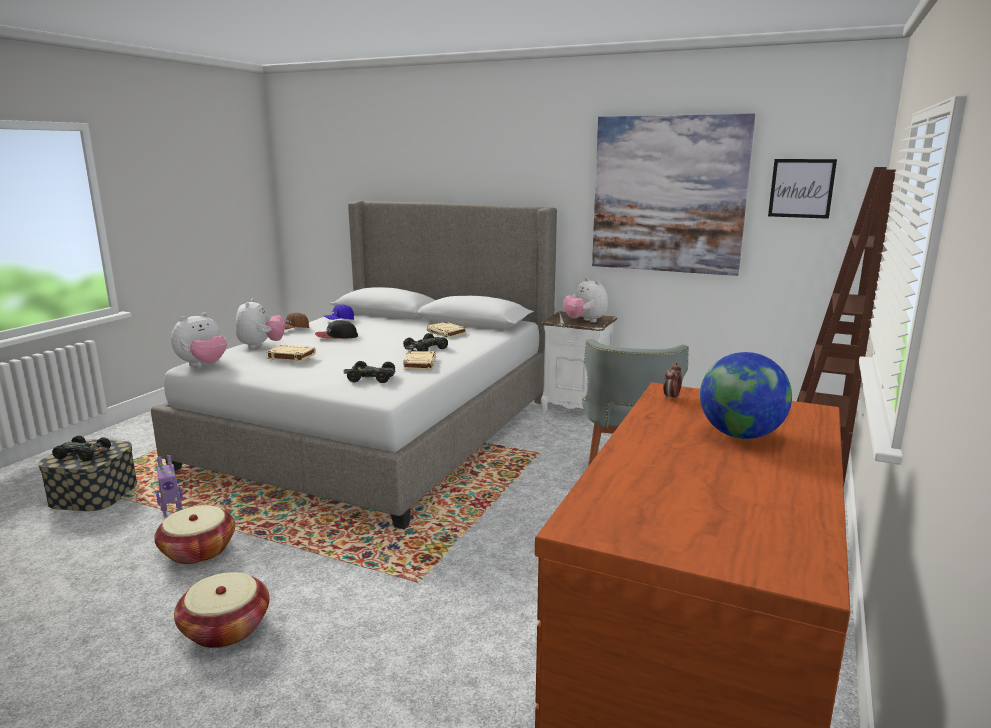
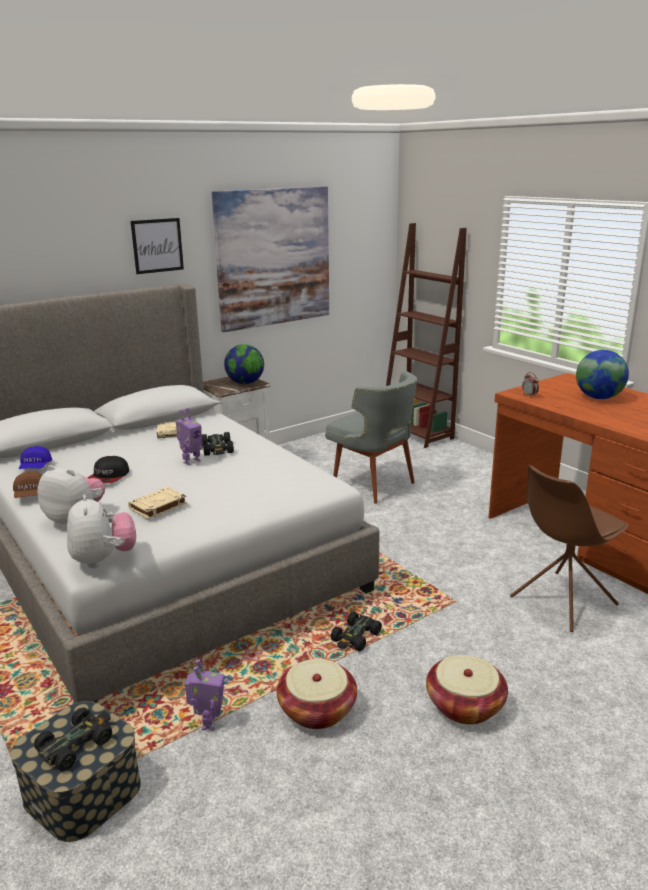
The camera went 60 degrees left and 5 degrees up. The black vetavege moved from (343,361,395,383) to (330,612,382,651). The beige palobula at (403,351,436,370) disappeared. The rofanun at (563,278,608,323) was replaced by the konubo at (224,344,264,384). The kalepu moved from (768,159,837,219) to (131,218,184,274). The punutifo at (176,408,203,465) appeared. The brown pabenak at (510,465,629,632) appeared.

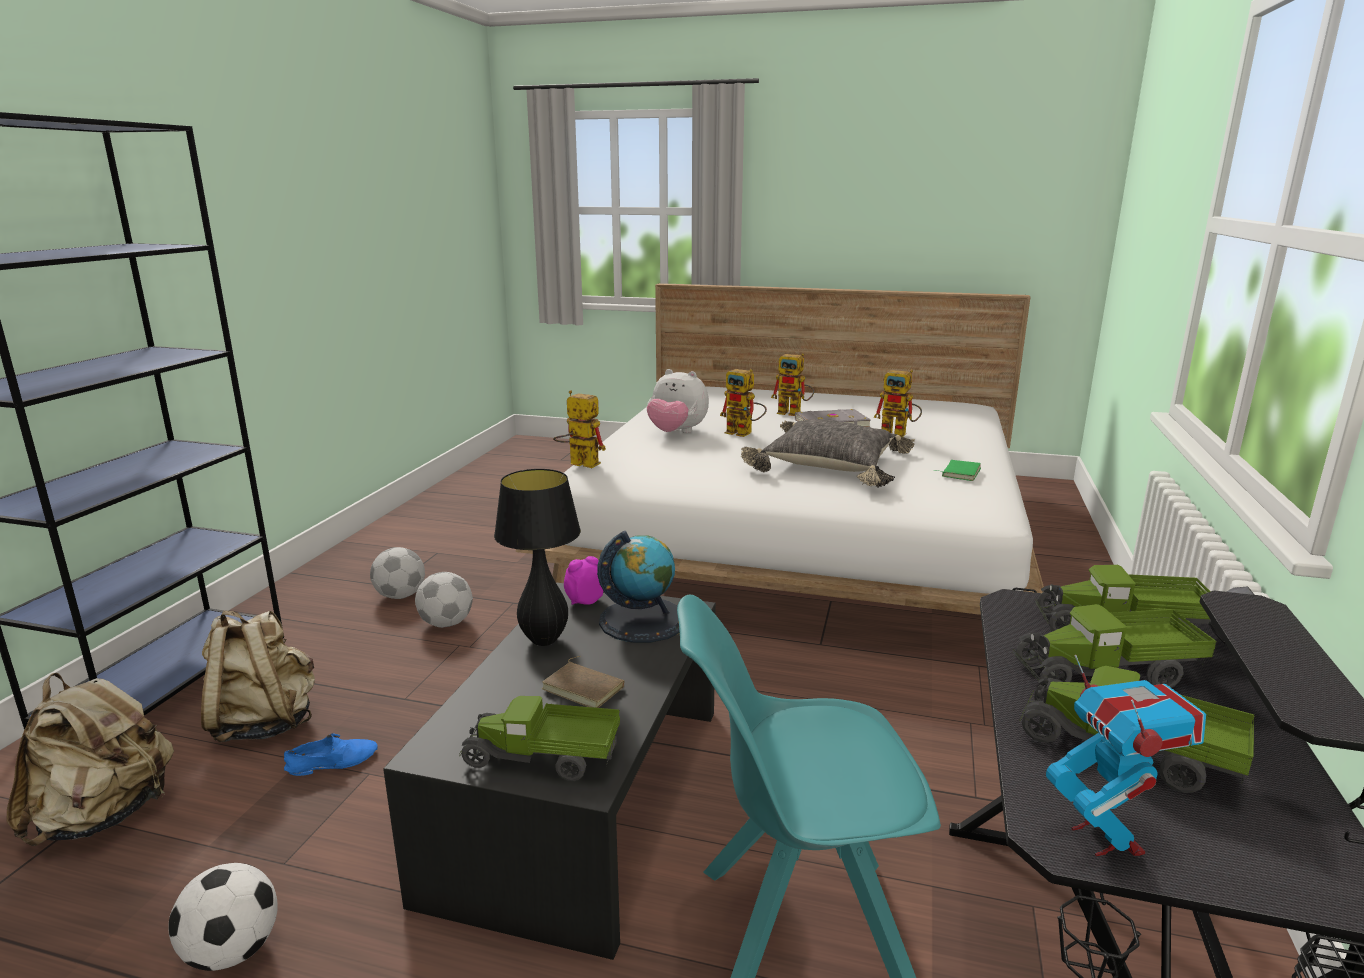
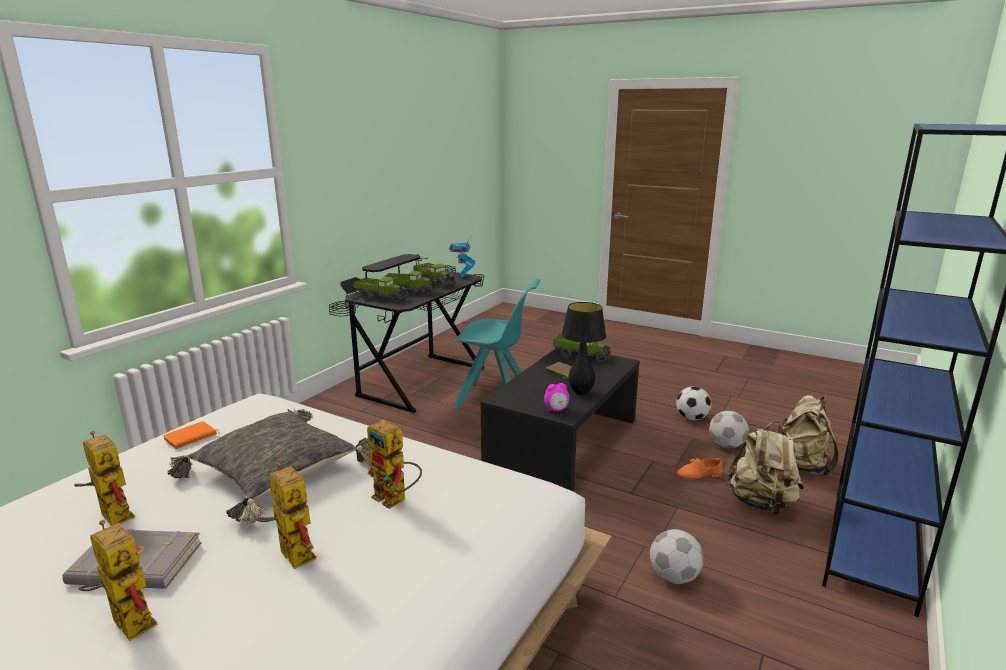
The camera went 165 degrees left and 0 degrees up. The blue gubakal at (284,733,378,776) became the orange gubakal at (677,458,723,480). The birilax moved from (370,547,425,599) to (709,411,749,448). The punutifo moved from (553,390,606,468) to (367,419,422,509). The konubo at (597,531,680,643) disappeared. The rofanun at (647,369,709,433) disappeared. The green palobula at (934,460,981,481) became the orange palobula at (163,421,220,449).

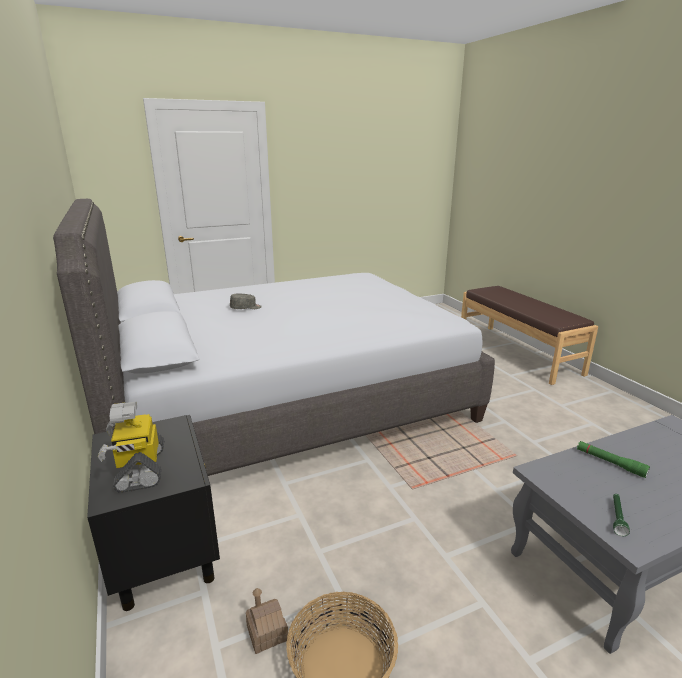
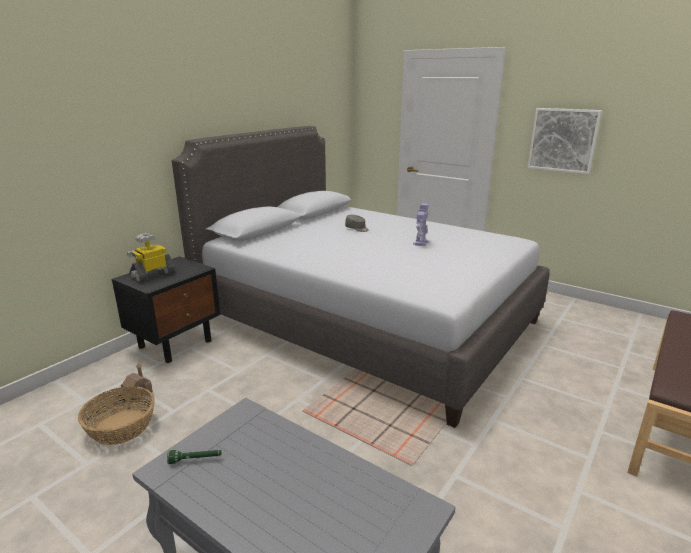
The camera went 60 degrees right and 0 degrees up. The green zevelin at (577,441,650,478) disappeared. The punutifo at (413,203,429,246) appeared. The kalepu at (528,108,602,174) appeared.

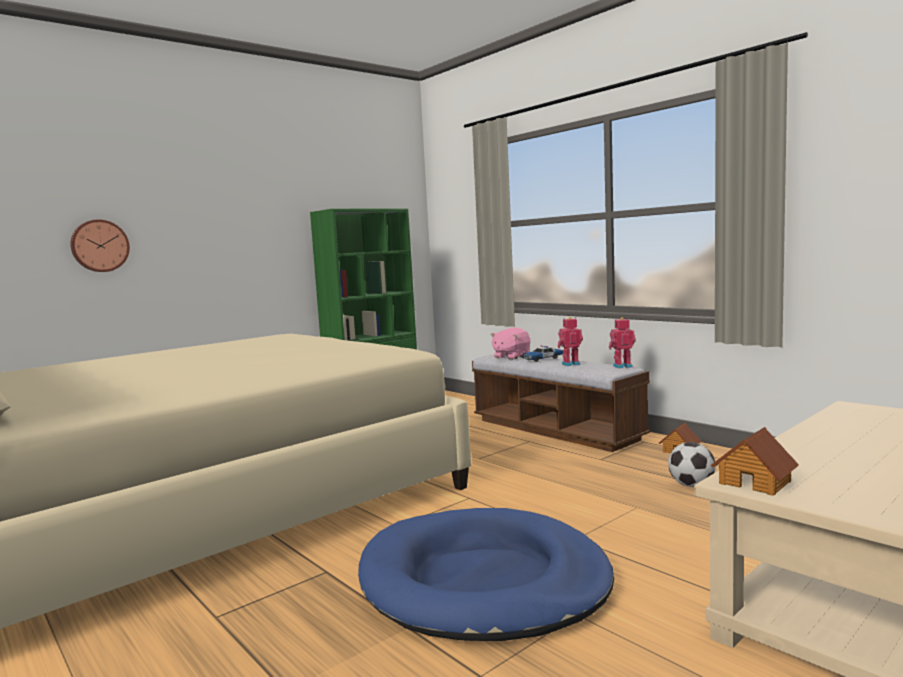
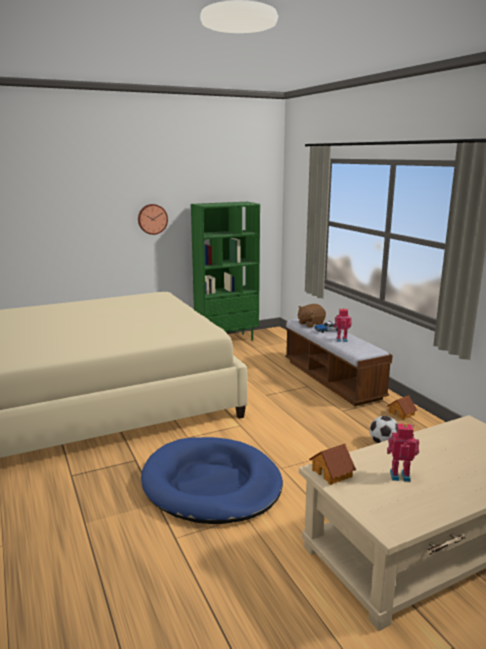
The camera went 15 degrees right and 10 degrees up. The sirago moved from (70,219,130,272) to (138,204,168,235). The pink rofanun at (490,327,530,360) became the brown rofanun at (298,304,326,327). The punutifo moved from (609,317,636,368) to (387,423,419,482).

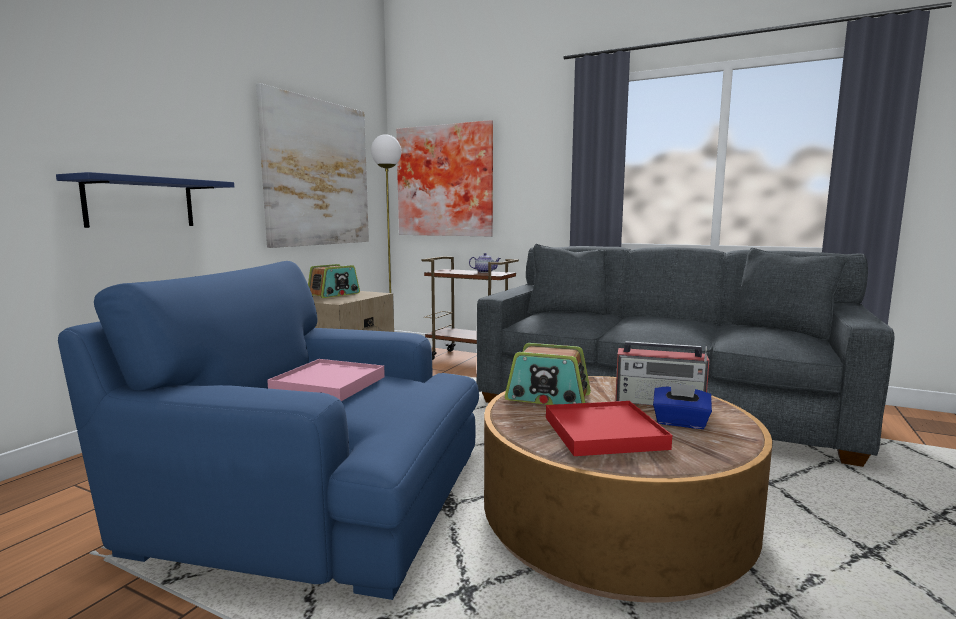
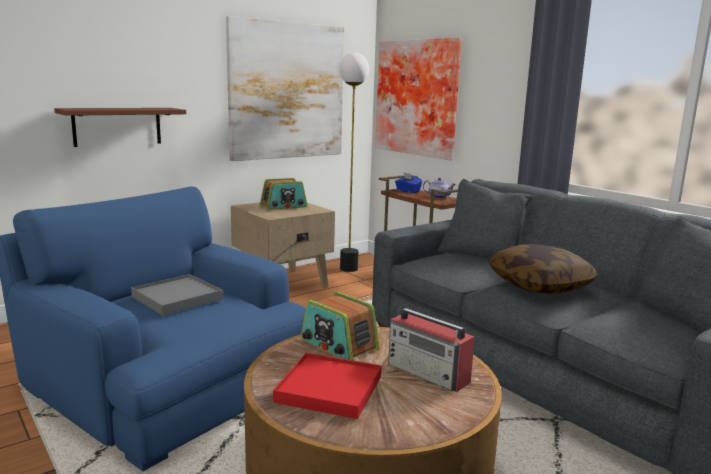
The camera went 25 degrees right and 5 degrees up. The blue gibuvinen at (56,172,234,228) became the brown gibuvinen at (55,108,186,147). The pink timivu at (267,359,385,401) became the grey timivu at (131,274,223,316). The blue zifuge moved from (653,383,712,429) to (395,173,422,193). The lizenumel at (488,244,598,294) appeared.

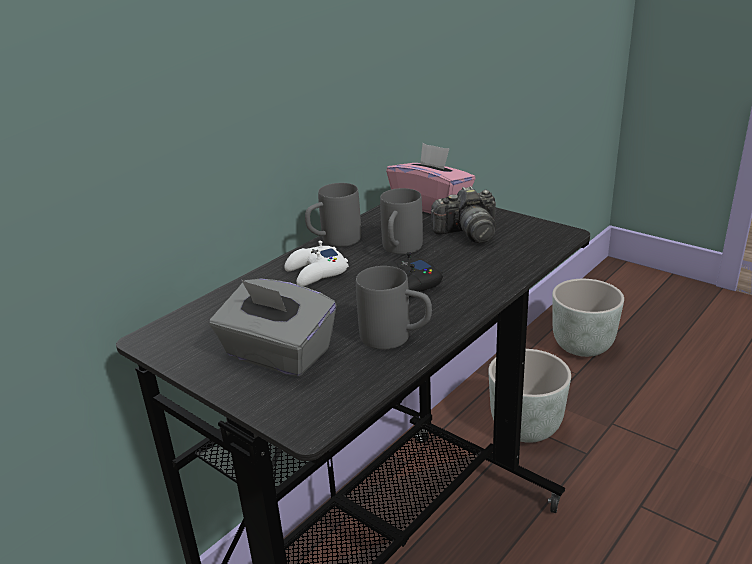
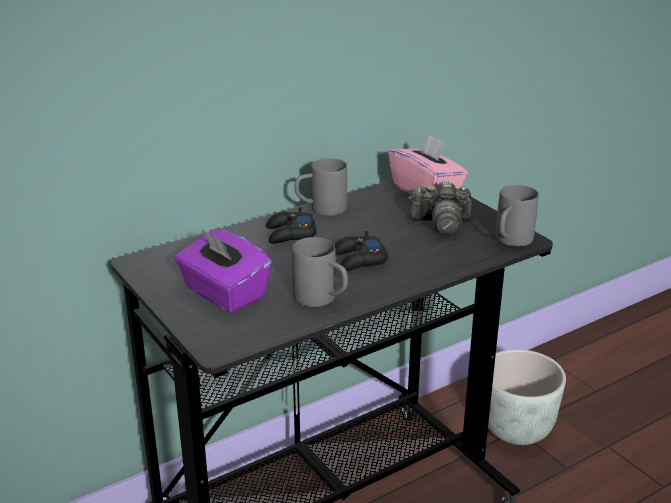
The camera went 15 degrees right and 0 degrees up. The grey zifuge at (210,278,336,377) became the purple zifuge at (175,229,272,313). The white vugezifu at (284,241,349,286) became the black vugezifu at (266,207,317,244). The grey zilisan moved from (380,188,423,254) to (496,185,539,247). The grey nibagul at (552,279,624,357) disappeared.

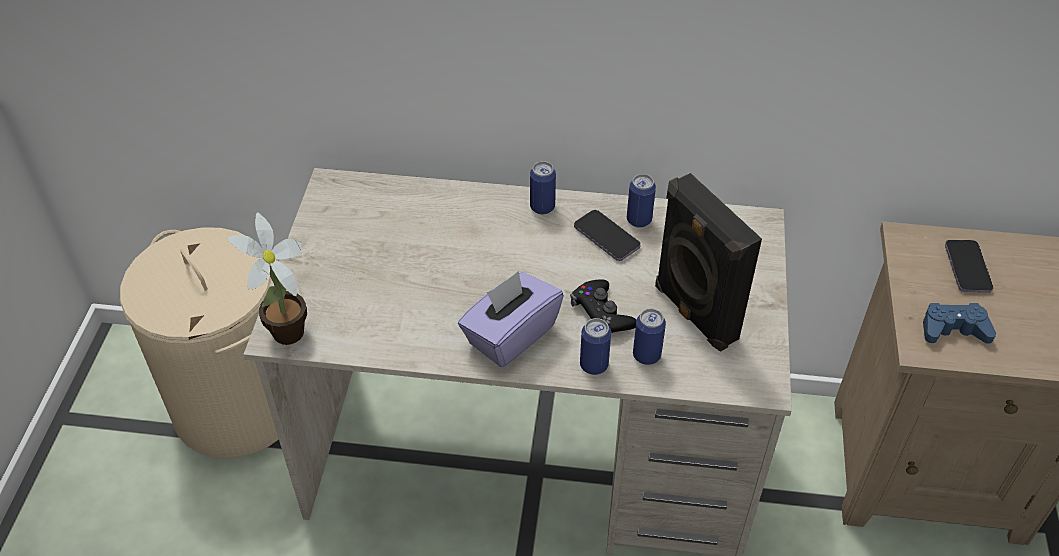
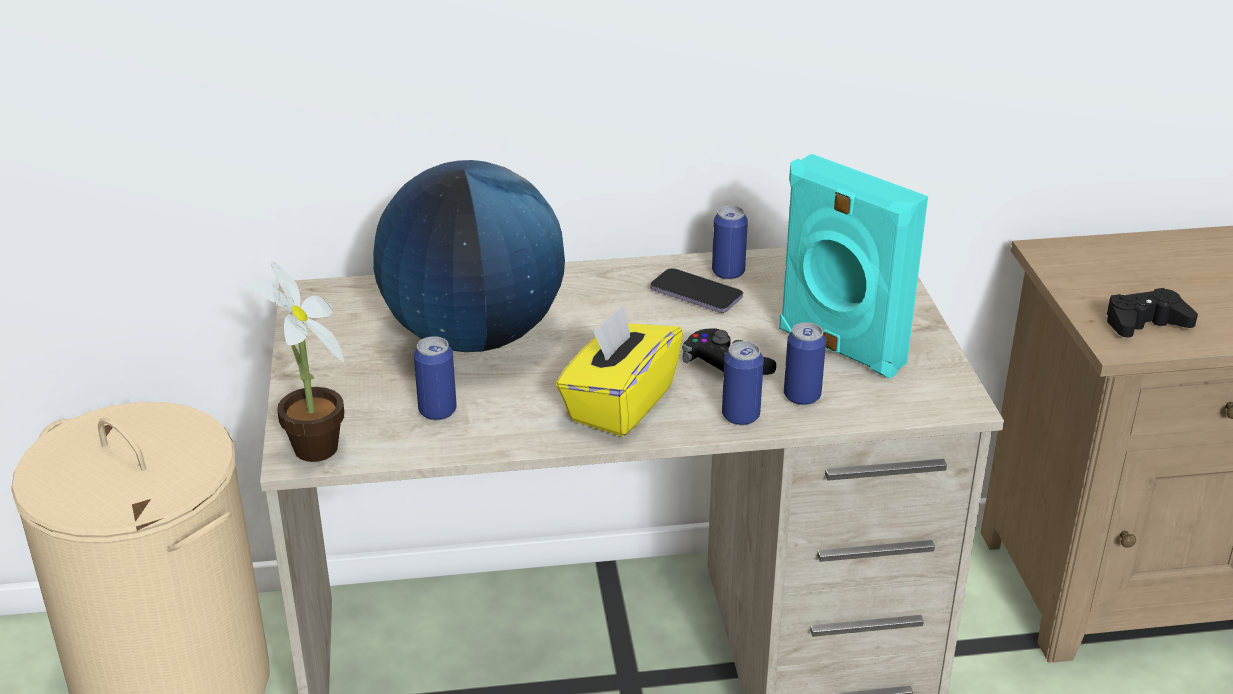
The camera went 15 degrees left and 15 degrees down. The purple zifuge at (458,271,564,367) became the yellow zifuge at (556,305,683,437). The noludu moved from (530,161,556,214) to (414,336,457,420). The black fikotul at (655,173,762,352) became the turquoise fikotul at (779,154,928,379). The blue vugezifu at (923,303,996,344) became the black vugezifu at (1107,288,1198,337). The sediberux at (945,240,993,293) disappeared. The konubo at (373,160,565,352) appeared.

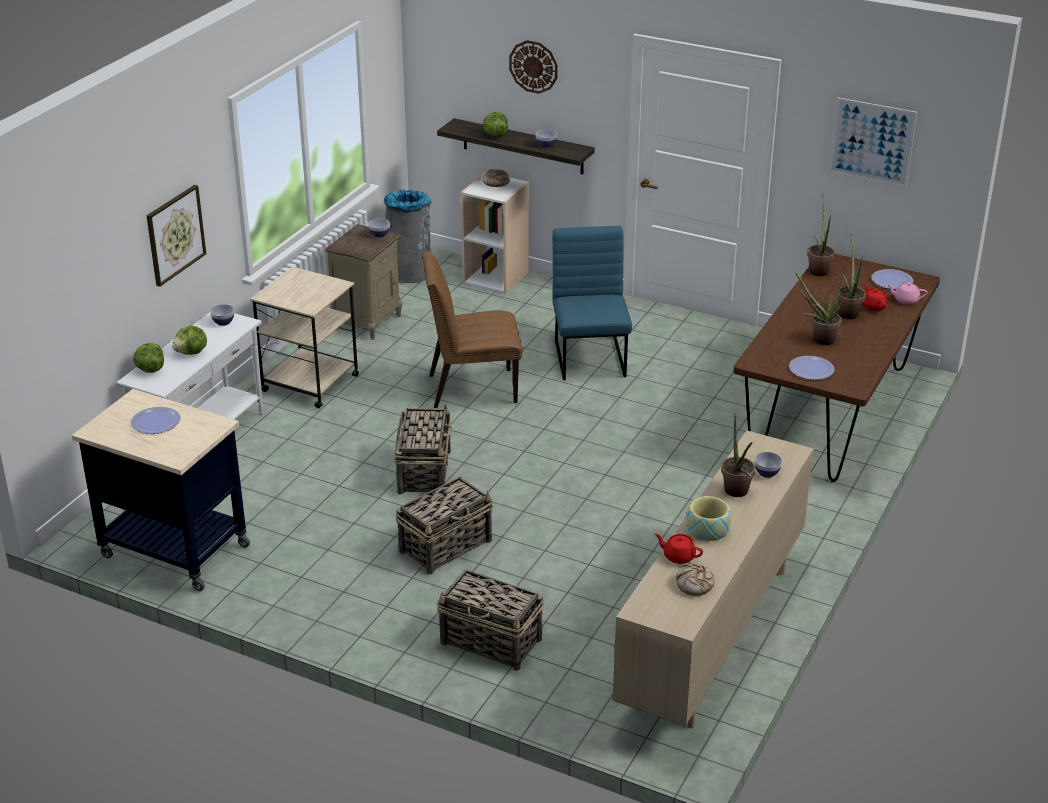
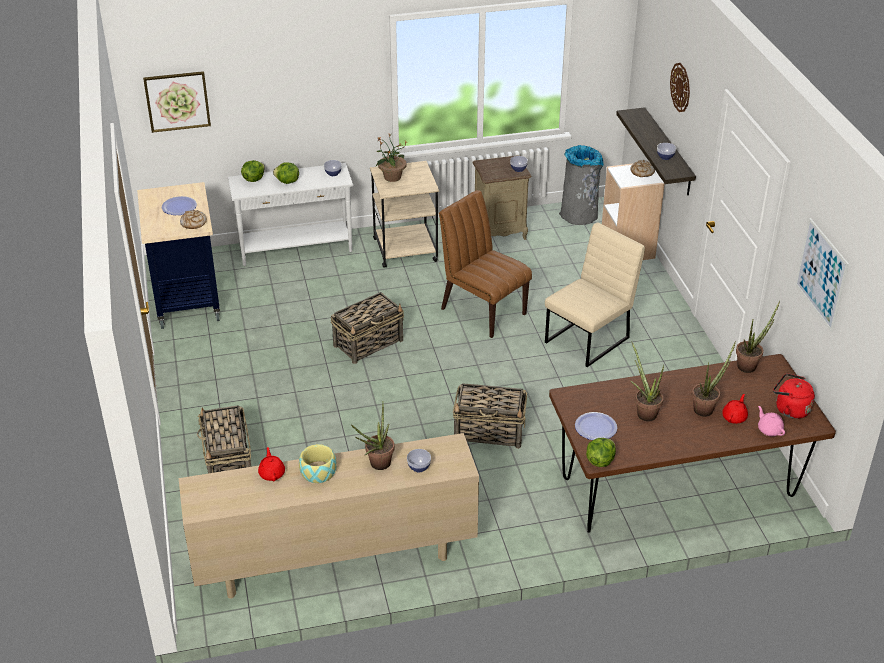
The camera went 50 degrees right and 5 degrees up. The kalepu moved from (147,185,206,287) to (143,71,211,133). The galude moved from (396,476,493,575) to (453,383,527,449). The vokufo moved from (483,112,508,137) to (586,438,616,467). The blue pabenak at (552,226,632,380) became the beige pabenak at (545,222,645,367). The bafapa moved from (676,564,715,596) to (180,210,207,229). The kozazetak at (871,269,913,289) was replaced by the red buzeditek at (773,373,815,419). The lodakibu at (376,133,407,182) appeared.

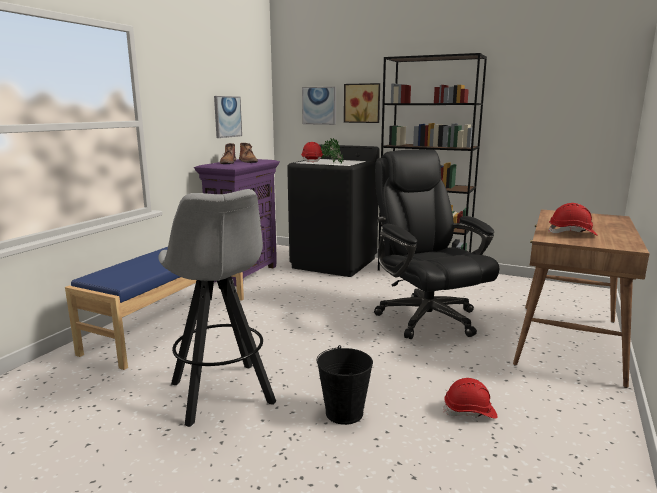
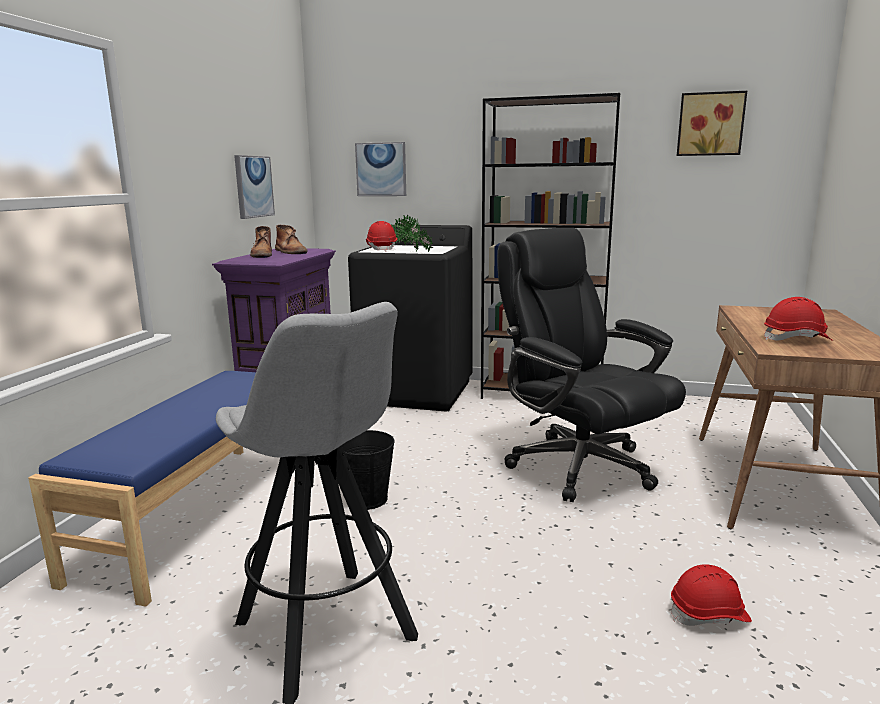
The camera went 10 degrees left and 0 degrees up. The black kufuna moved from (317,345,373,425) to (342,430,395,510). The kalepu moved from (344,83,380,123) to (677,91,747,156).

